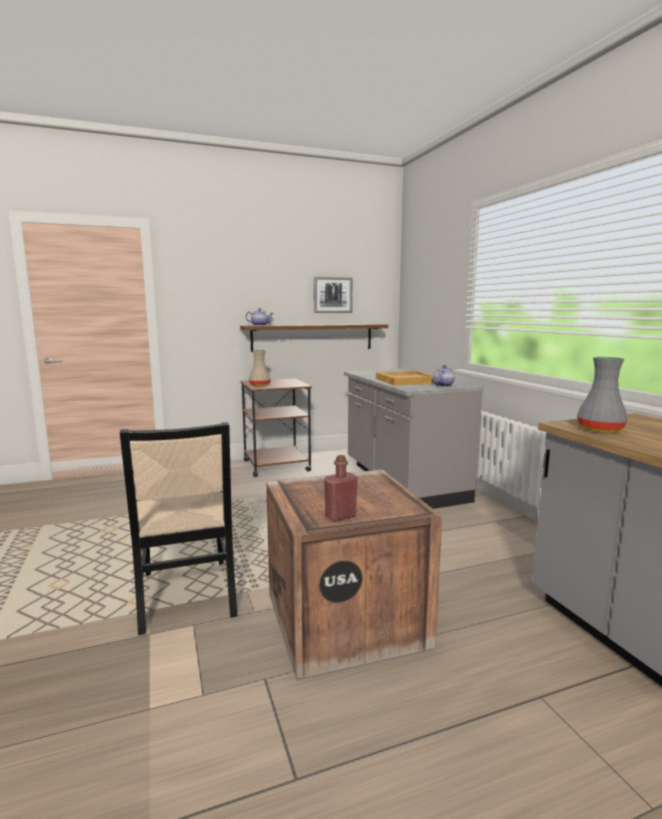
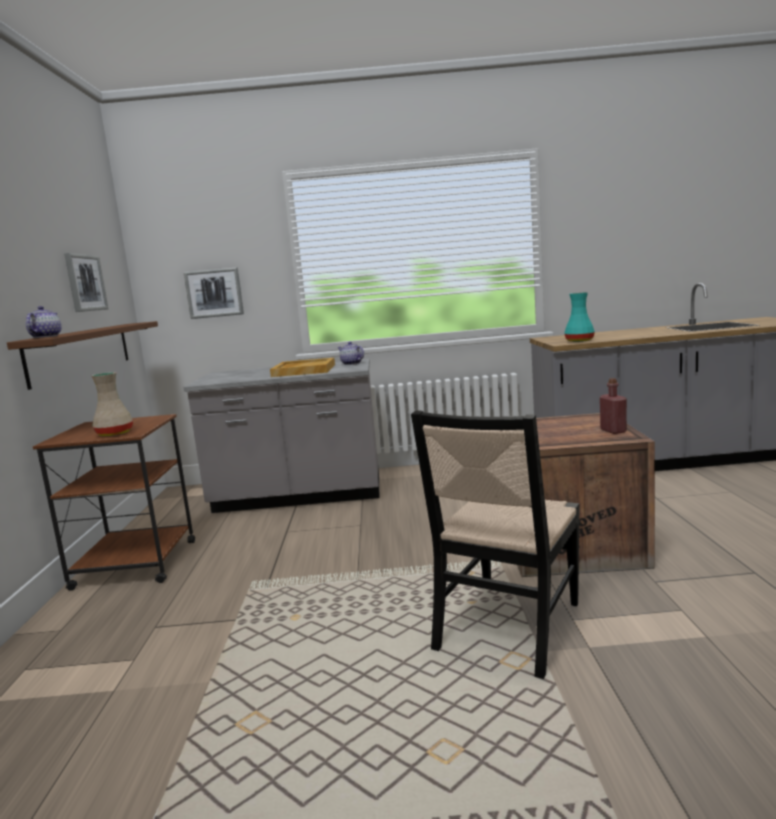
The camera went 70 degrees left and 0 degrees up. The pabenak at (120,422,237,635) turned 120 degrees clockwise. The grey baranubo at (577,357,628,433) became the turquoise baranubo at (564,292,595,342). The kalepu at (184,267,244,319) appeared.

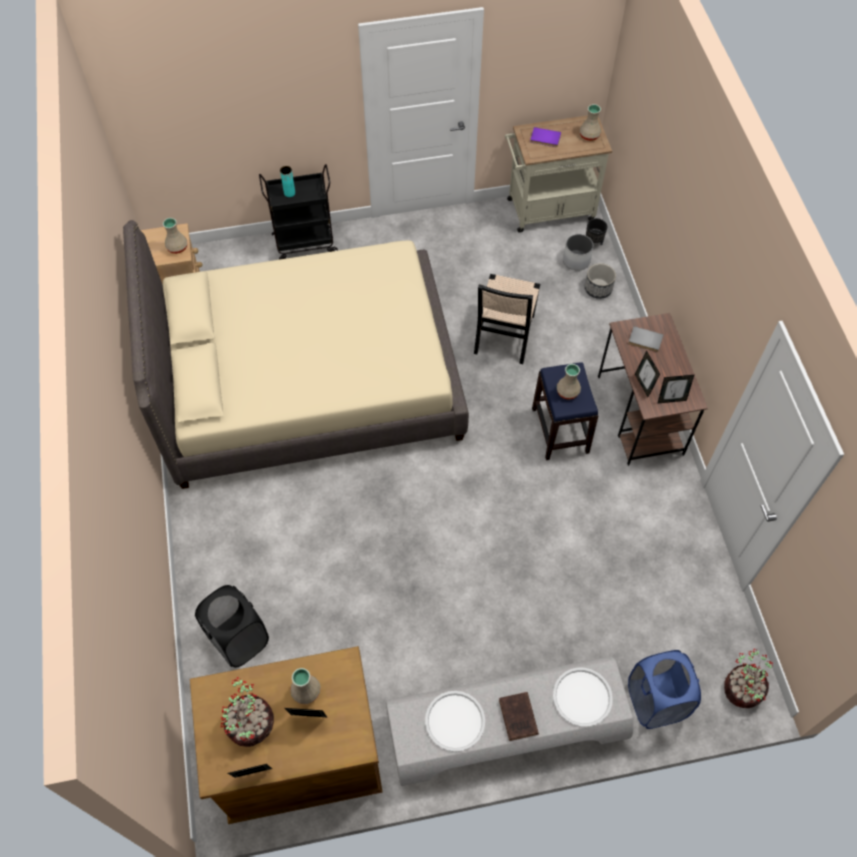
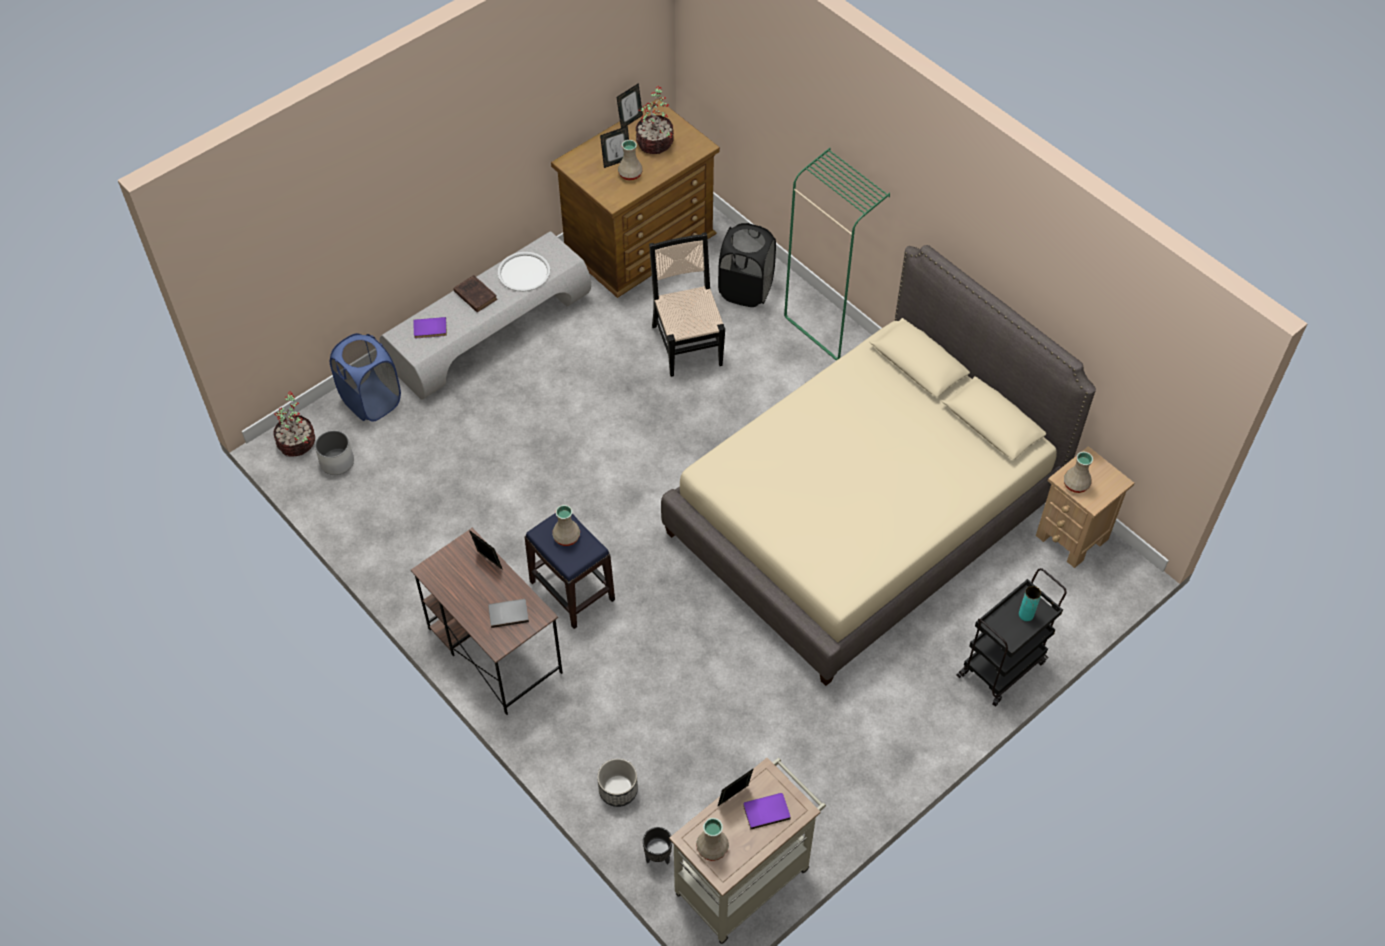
The camera went 150 degrees right and 5 degrees down. The pabenak moved from (474,274,540,364) to (649,232,725,377). The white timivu at (553,668,613,727) was replaced by the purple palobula at (413,317,447,338). The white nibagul moved from (563,234,593,271) to (315,430,354,475). The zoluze moved from (657,375,694,404) to (718,768,754,806). The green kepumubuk at (784,147,890,360) appeared.

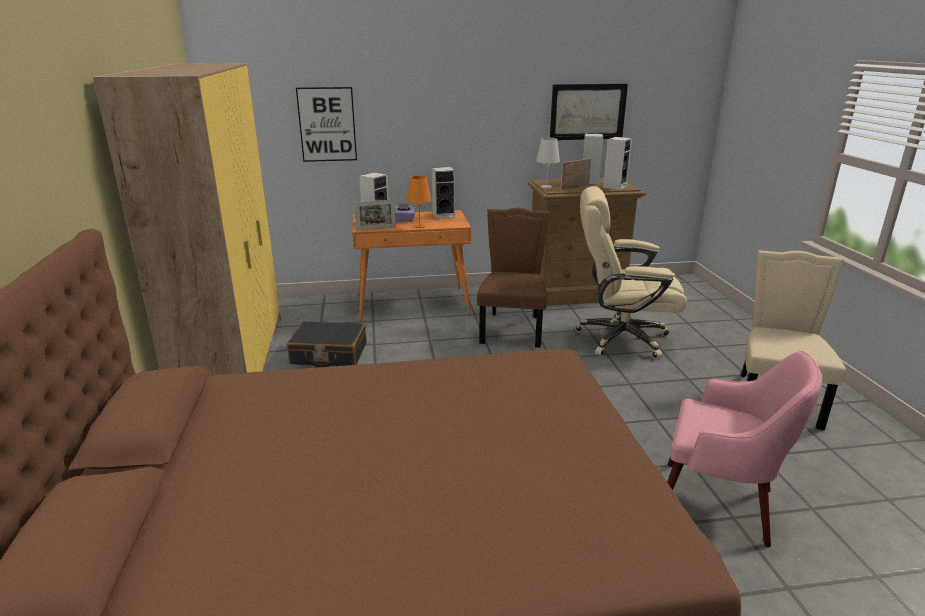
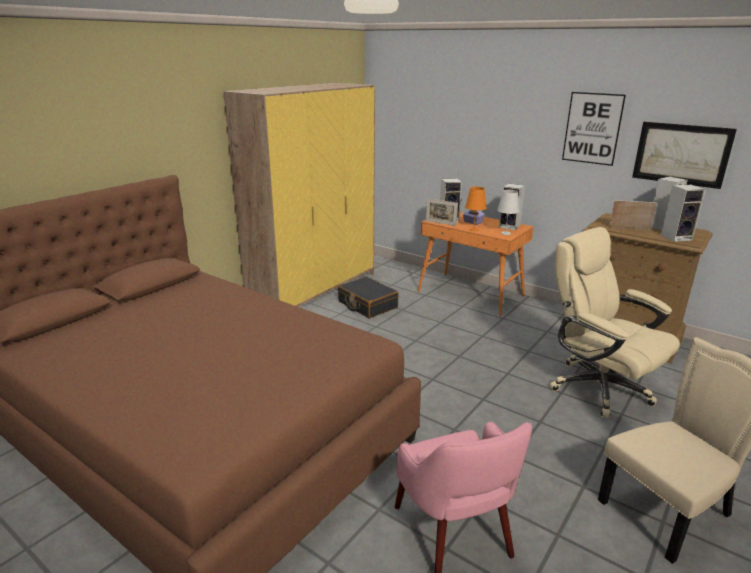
The camera went 45 degrees right and 0 degrees up. The kalepu moved from (296,87,357,162) to (562,92,626,166). The brown pabenak at (477,208,550,348) disappeared. The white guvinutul moved from (536,138,560,188) to (497,190,519,235).

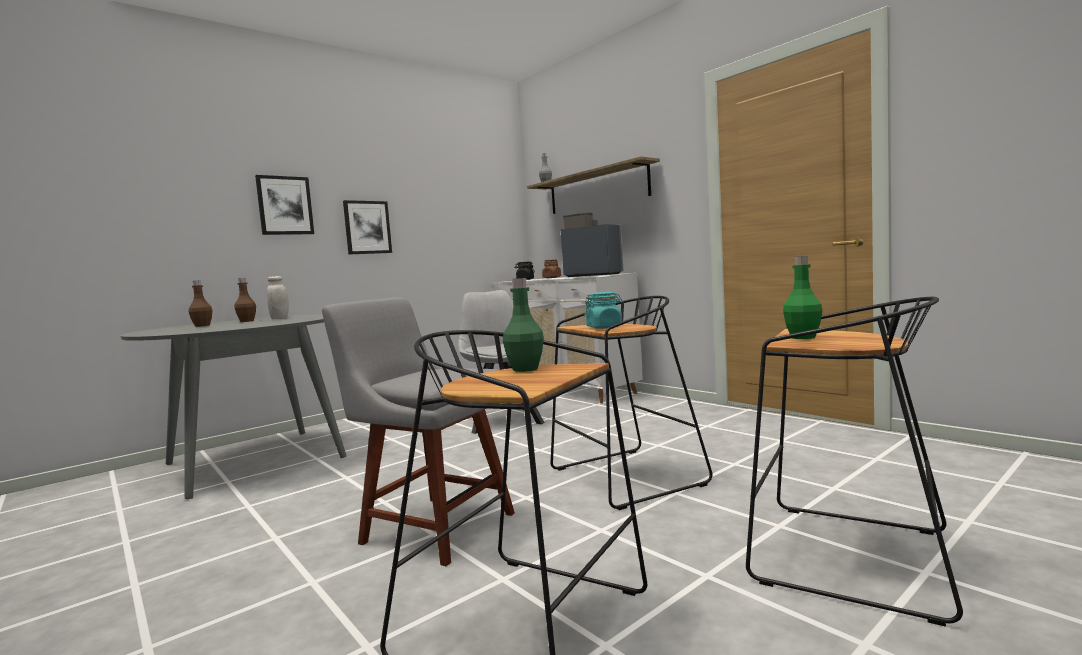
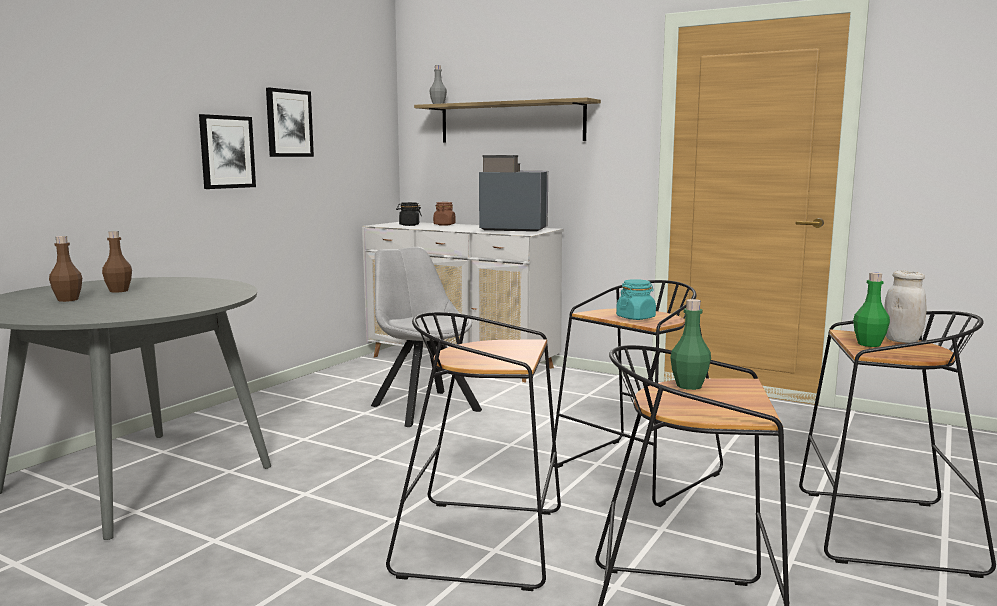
The camera went 20 degrees left and 5 degrees up. The kalepu moved from (255,175,314,235) to (266,87,314,157). The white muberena moved from (267,276,289,319) to (885,270,927,343). The grey pabenak at (322,297,515,566) was replaced by the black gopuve at (386,312,561,591).

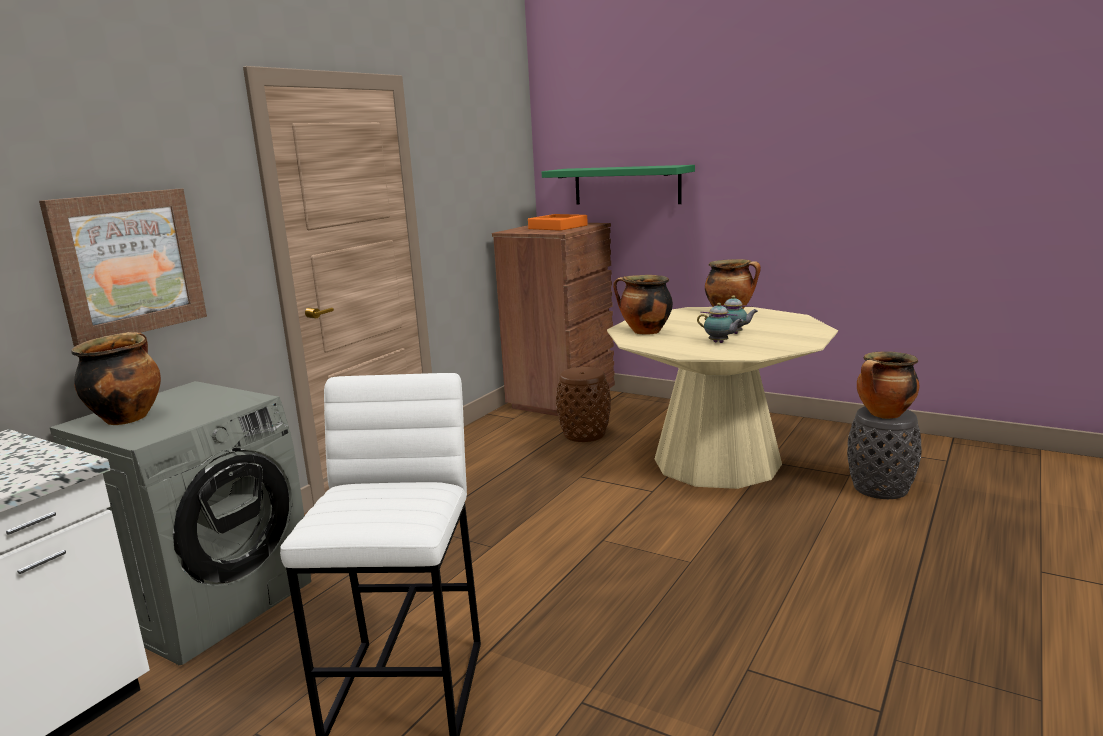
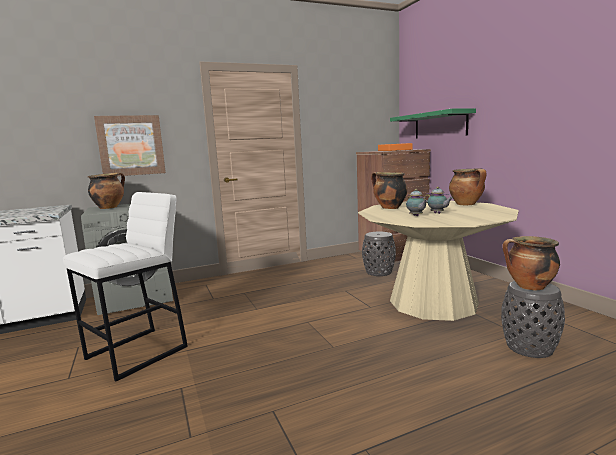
The camera went 35 degrees right and 5 degrees down. The brown gopuve at (556,367,611,442) became the grey gopuve at (362,232,396,276).

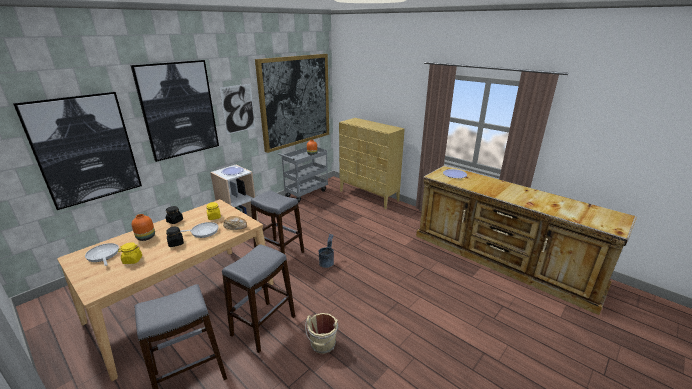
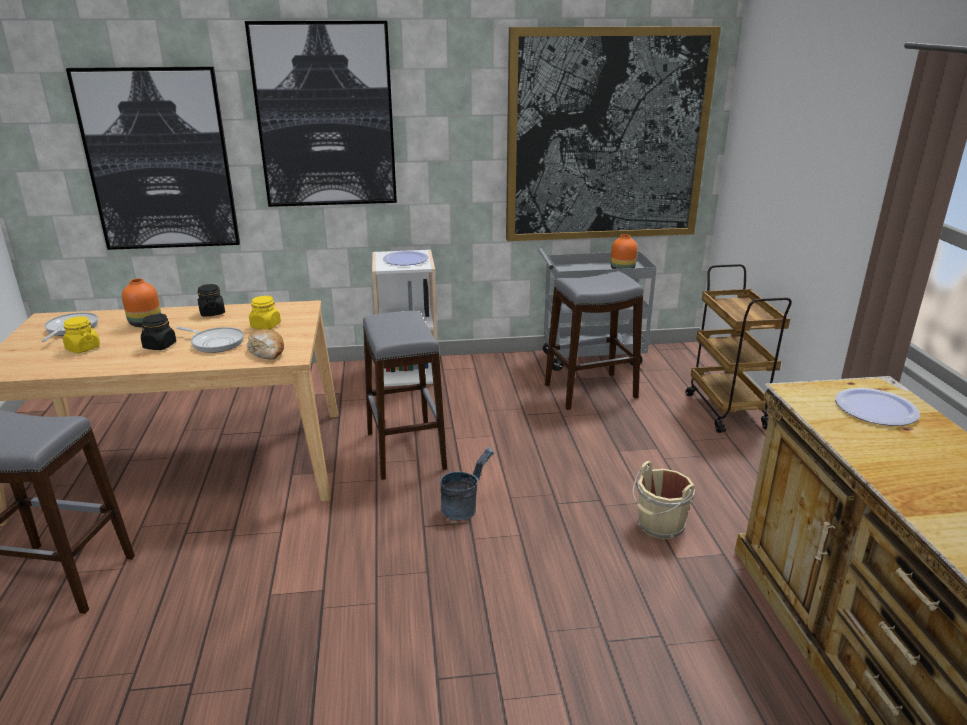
The camera went 40 degrees right and 0 degrees up. The kalepu at (220,84,256,134) disappeared. The grey gopuve moved from (222,244,295,353) to (545,271,644,410). The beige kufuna moved from (305,313,339,354) to (632,461,695,539). The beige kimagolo at (339,118,405,209) was replaced by the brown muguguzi at (686,264,792,433).

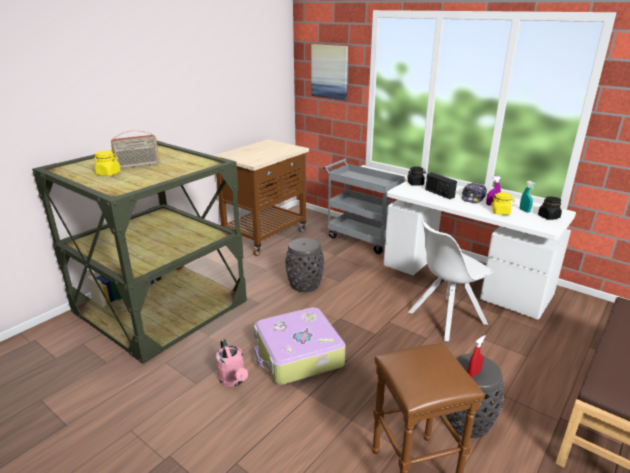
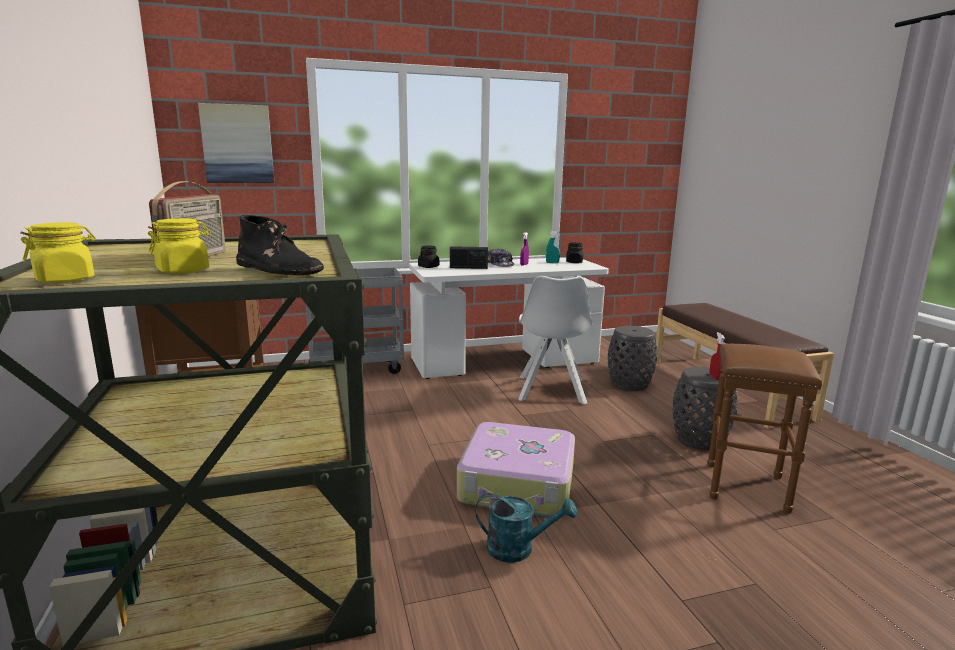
The camera went 55 degrees left and 10 degrees down. The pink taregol at (216,339,248,387) became the turquoise taregol at (475,493,577,563). The grey gopuve moved from (285,238,324,292) to (608,326,657,391). The yellow muberena moved from (491,192,515,215) to (20,222,96,283). The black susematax at (236,215,324,275) appeared.

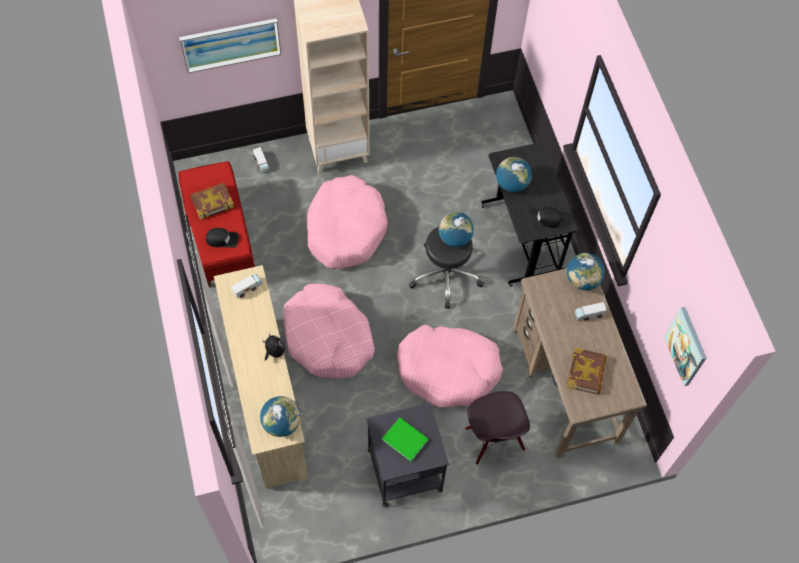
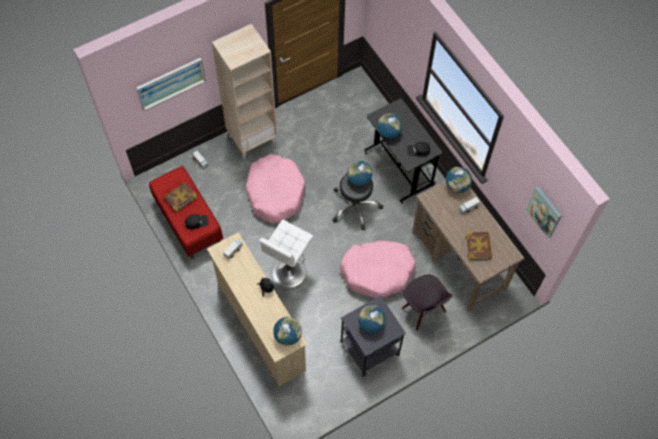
The camera went 15 degrees left and 0 degrees up. The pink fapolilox at (283,284,375,378) was replaced by the white gopuve at (259,220,313,288). The green palobula at (382,418,429,461) was replaced by the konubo at (358,305,386,333).

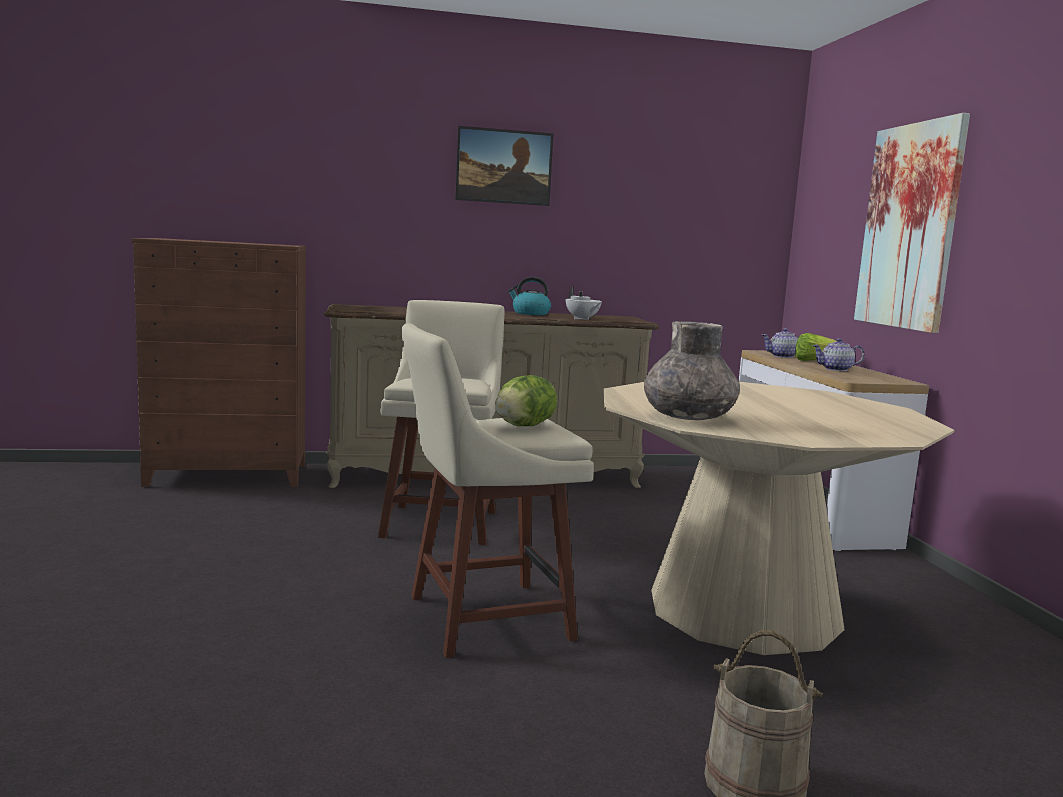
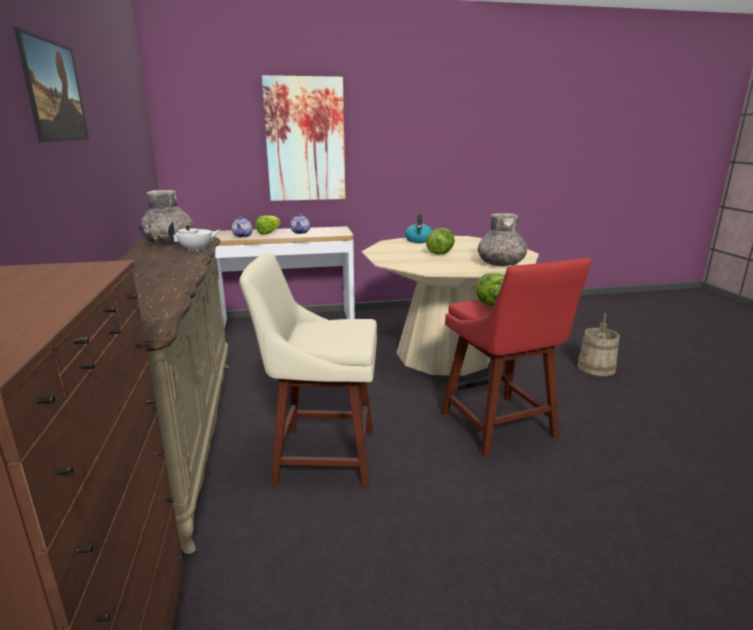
The camera went 90 degrees left and 10 degrees up. The beige gopuve at (401,323,594,658) became the red gopuve at (441,258,592,456). The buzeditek moved from (508,277,551,315) to (405,213,433,243). The grey baranubo at (139,190,194,245) appeared. The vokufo at (426,228,455,255) appeared.

